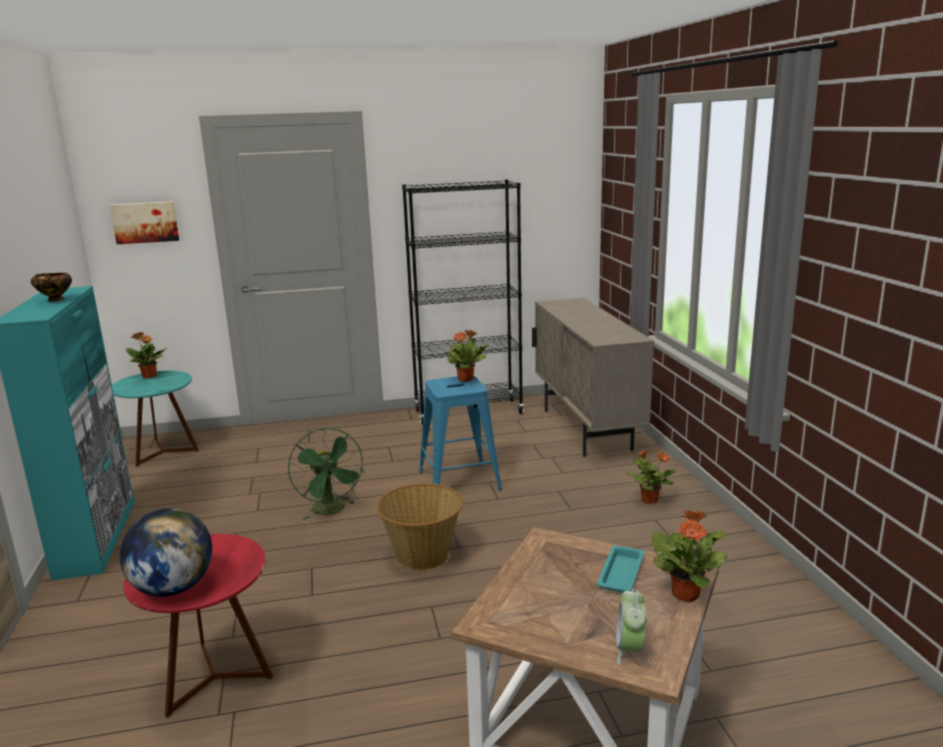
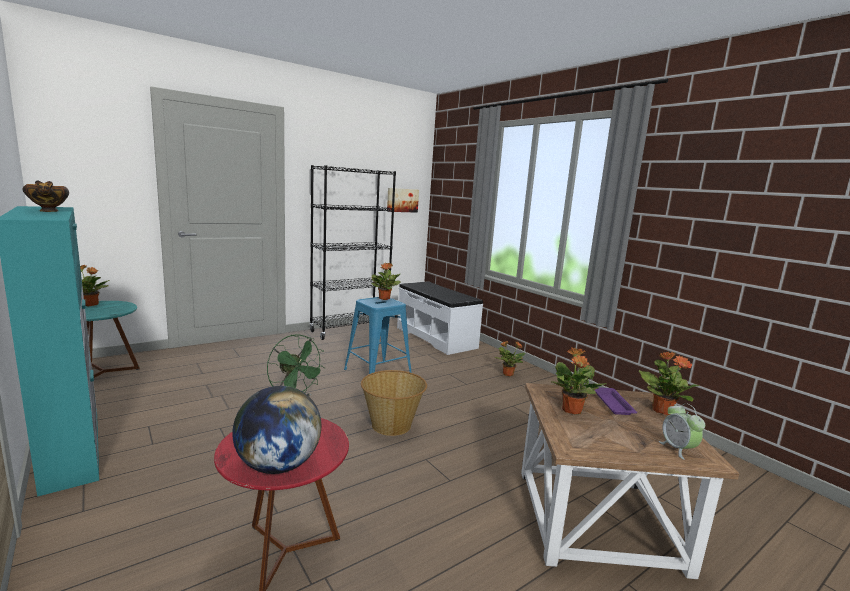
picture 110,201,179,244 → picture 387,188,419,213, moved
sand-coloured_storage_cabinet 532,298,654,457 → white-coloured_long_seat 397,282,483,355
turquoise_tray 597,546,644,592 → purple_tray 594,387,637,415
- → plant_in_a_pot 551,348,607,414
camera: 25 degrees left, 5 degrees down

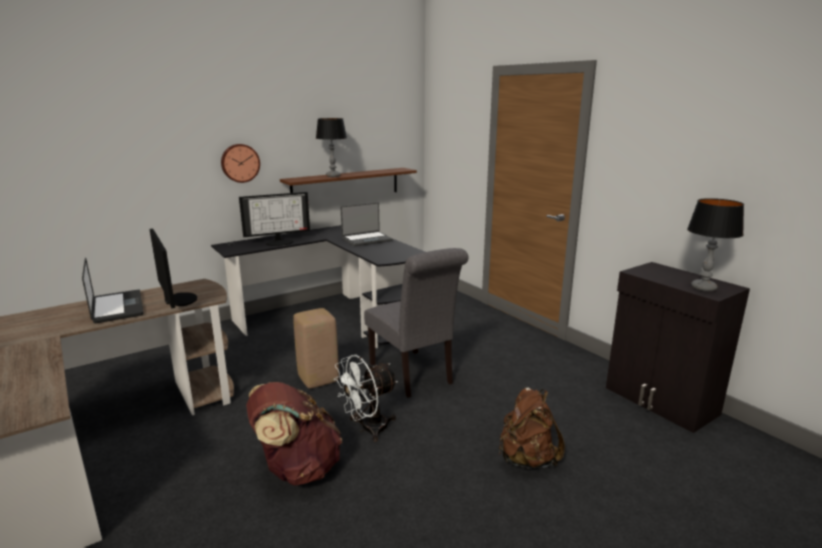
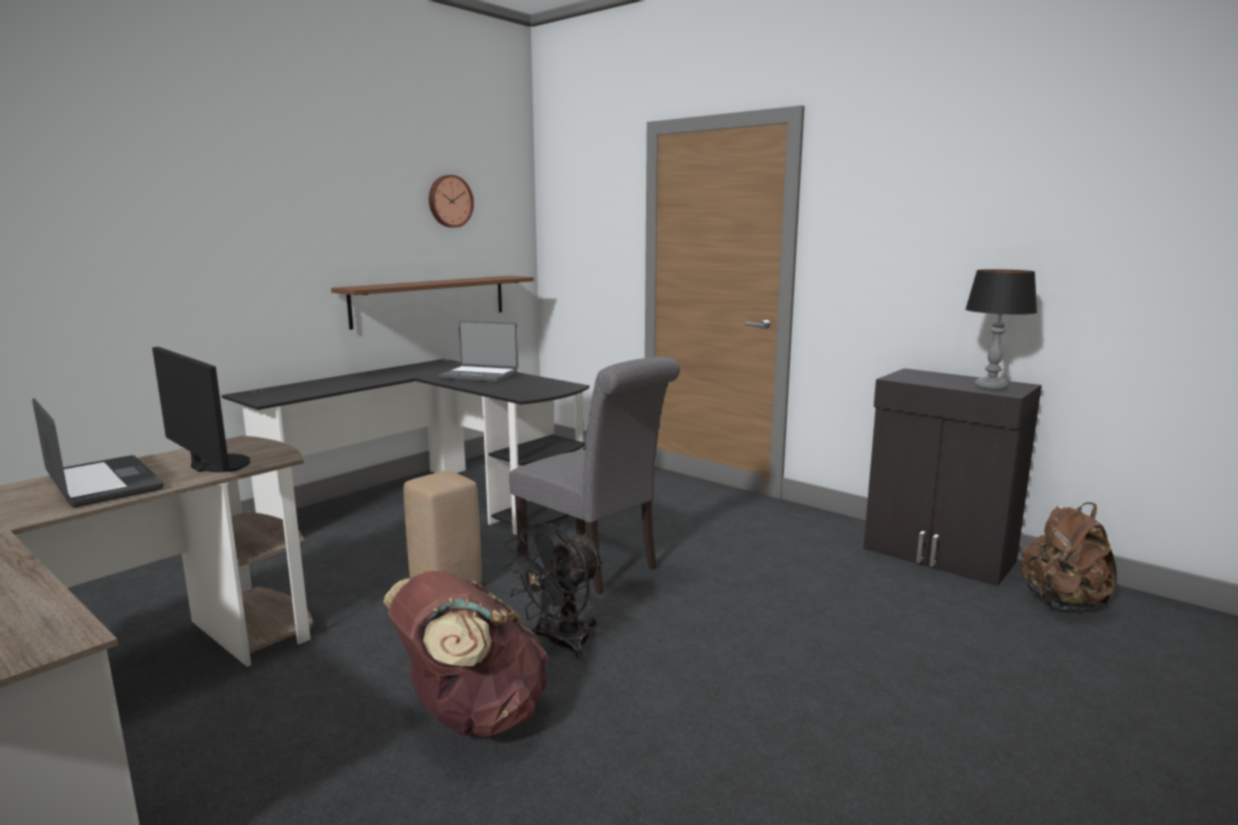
wall_clock 221,144,260,183 → wall_clock 429,175,474,228, moved
computer_screen 239,192,310,246 → -
tabletop_lamp 316,118,347,177 → -
white-coloured_fan 334,355,398,442 → blackish_fan 501,522,605,659
notebook_computer 340,202,393,246 → notebook_computer 439,320,518,382, 60 degrees clockwise
brownish_knapsack 499,387,565,469 → brownish_knapsack 1021,502,1117,610, moved
camera: 15 degrees left, 5 degrees down

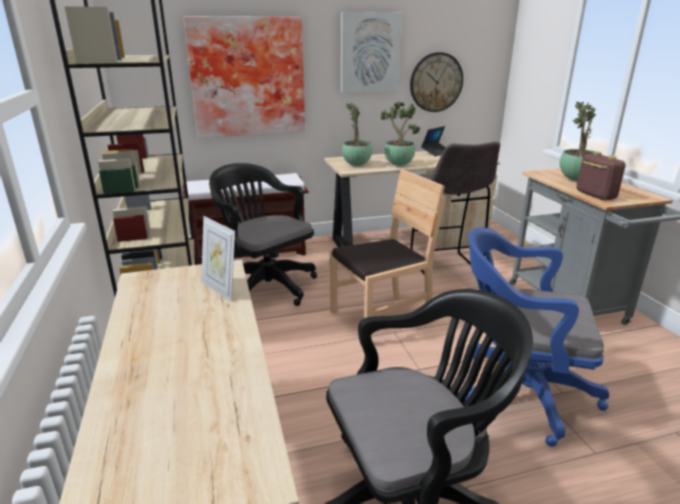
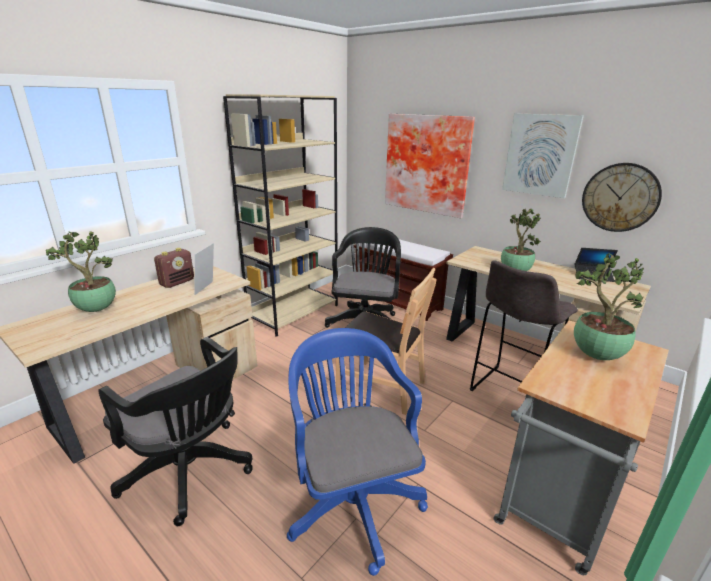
plant_in_a_pot 342,103,373,166 → plant_in_a_pot 46,232,116,312, moved
radio 577,151,625,200 → radio 154,248,194,288, moved
camera: 55 degrees right, 0 degrees up

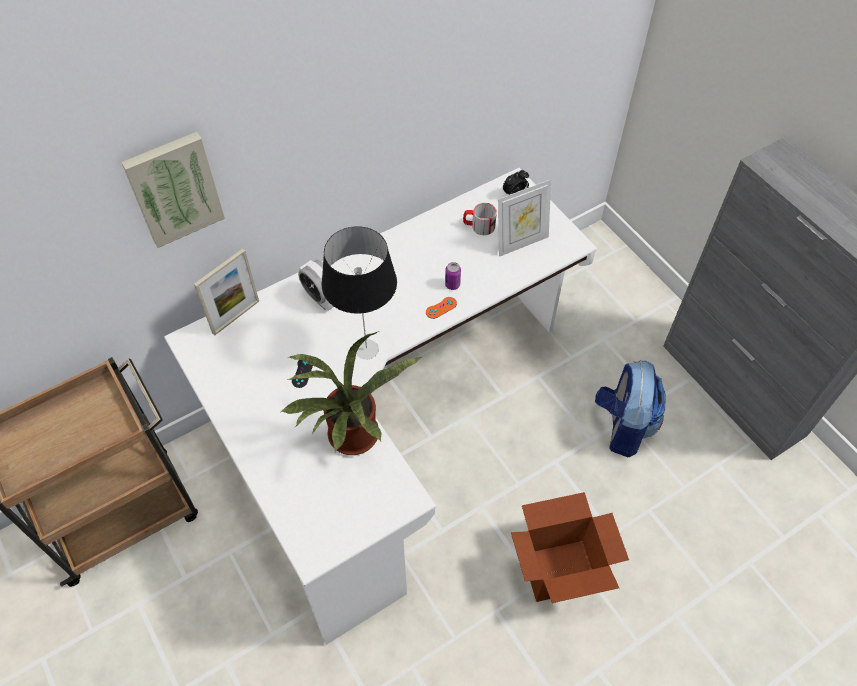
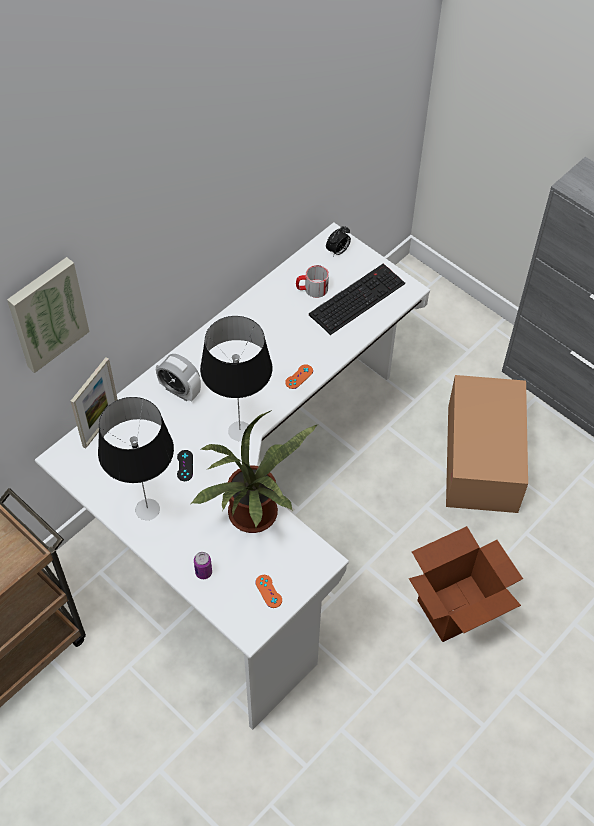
sealed_can 445,262,461,290 → sealed_can 194,552,212,579, moved
picture_frame 498,179,551,257 → keyboard 309,263,405,335
knapsack 595,360,666,457 → carton 446,375,528,513
- → tabletop_lamp 98,397,174,520
- → orange_joypad 256,575,282,608
camera: 15 degrees left, 0 degrees up

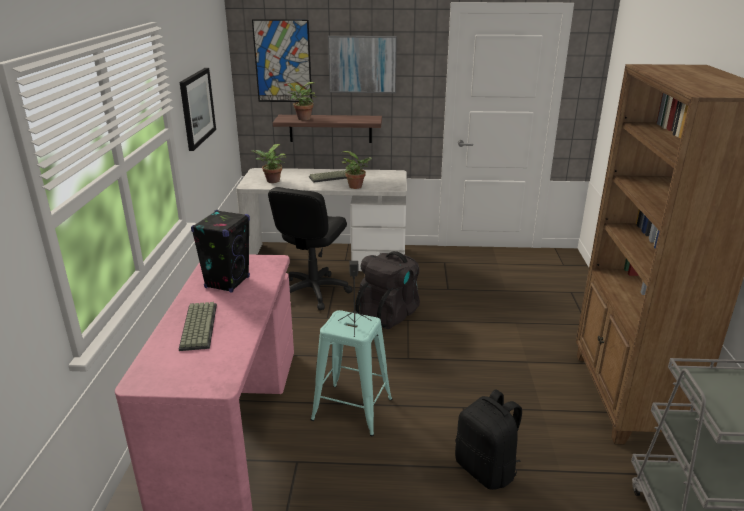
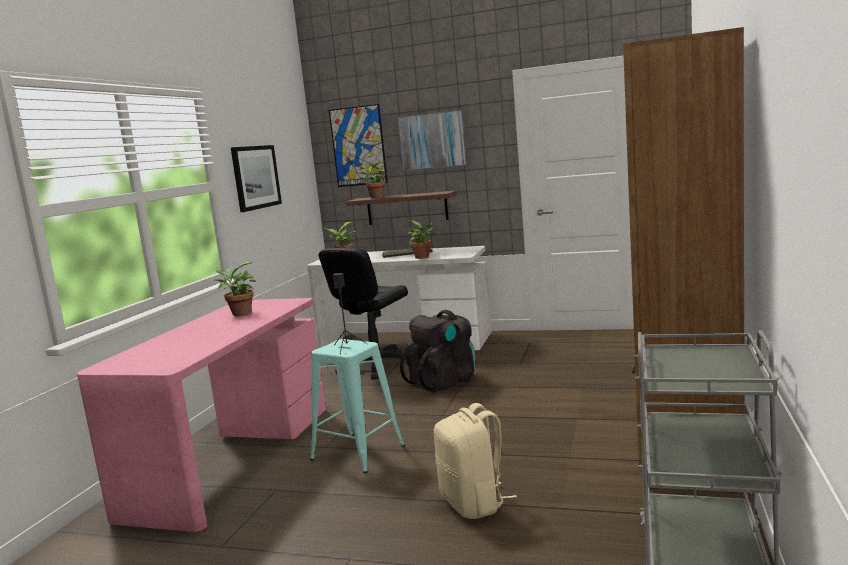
keyboard 179,302,217,351 → -
blackish_loudspeaker 191,210,250,293 → plant_in_a_pot 213,262,256,316
blackish_knapsack 455,390,522,490 → sand-coloured_knapsack 434,403,517,519
camera: 15 degrees right, 15 degrees down

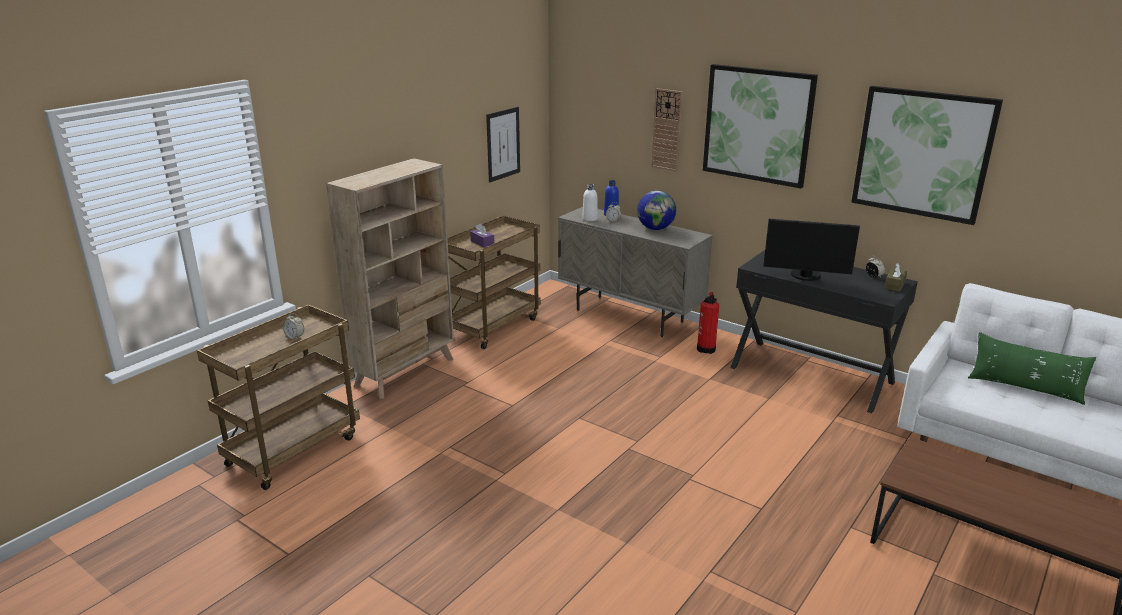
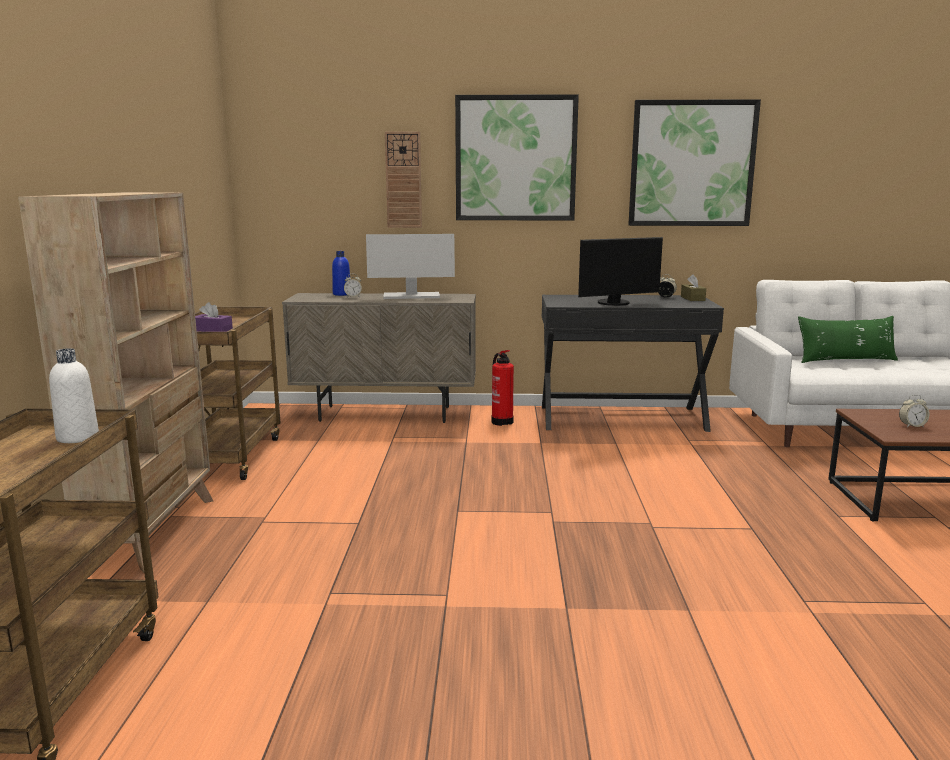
alarm_clock 283,313,304,340 → alarm_clock 899,395,930,427, moved
picture 486,107,520,182 → -
white-coloured_drink_bottle 582,184,598,221 → white-coloured_drink_bottle 49,348,99,443, moved
world_globe 637,191,676,230 → computer_screen 366,234,455,299
camera: 35 degrees left, 10 degrees down

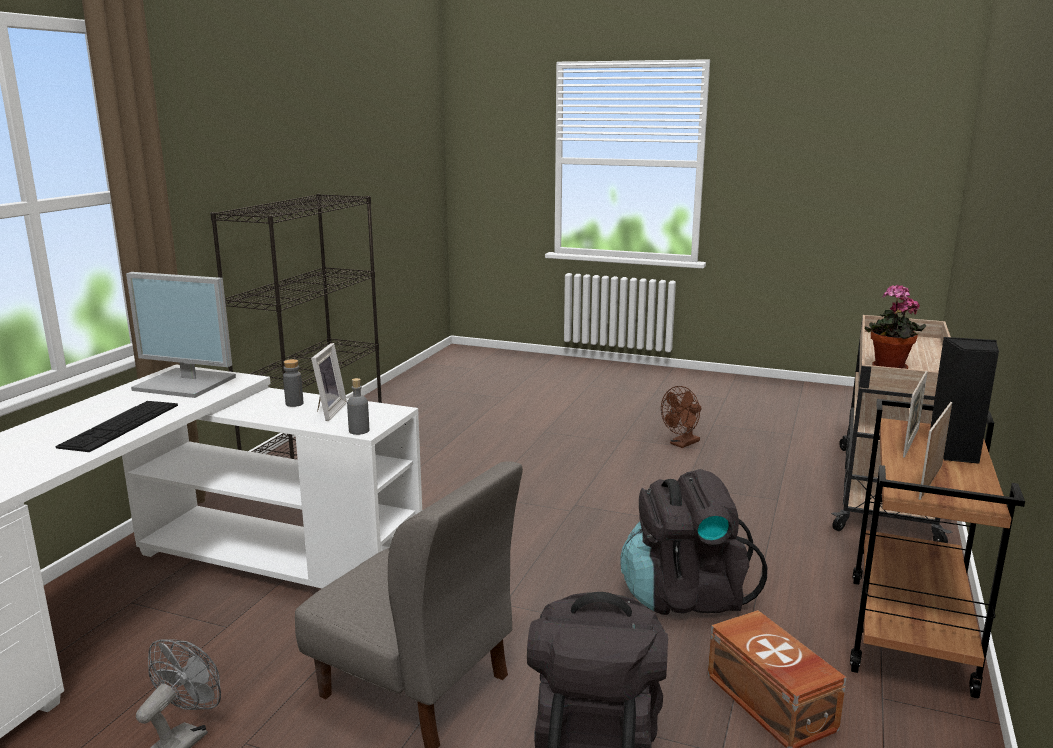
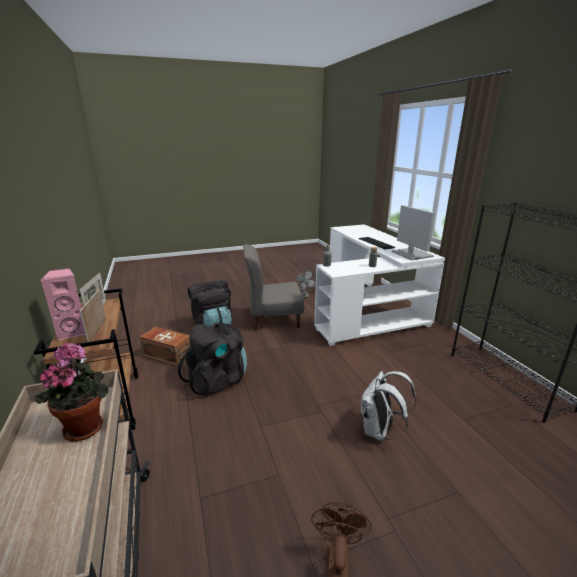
computer_screen 126,272,236,398 → computer_screen 392,205,435,260, 90 degrees clockwise
picture_frame 311,343,347,421 → -
blackish_loudspeaker 930,337,999,464 → pink_loudspeaker 40,268,86,340
- → white-coloured_knapsack 361,371,416,441
camera: 140 degrees right, 5 degrees up

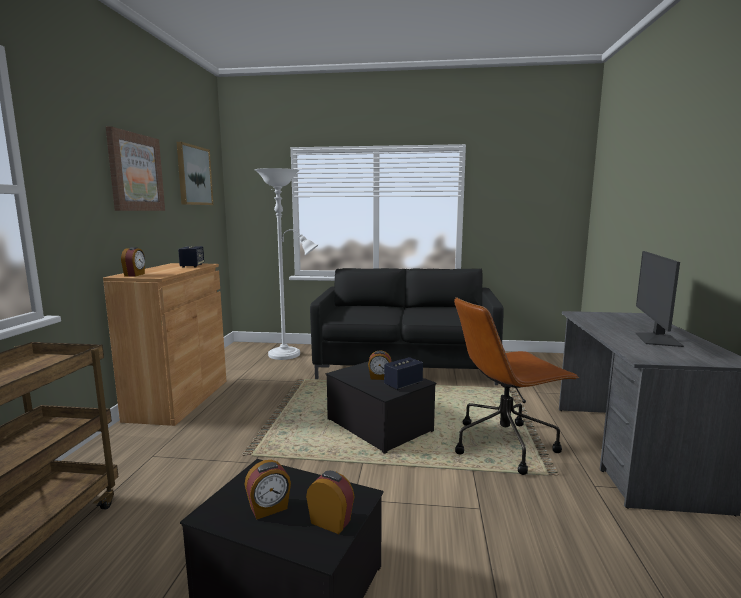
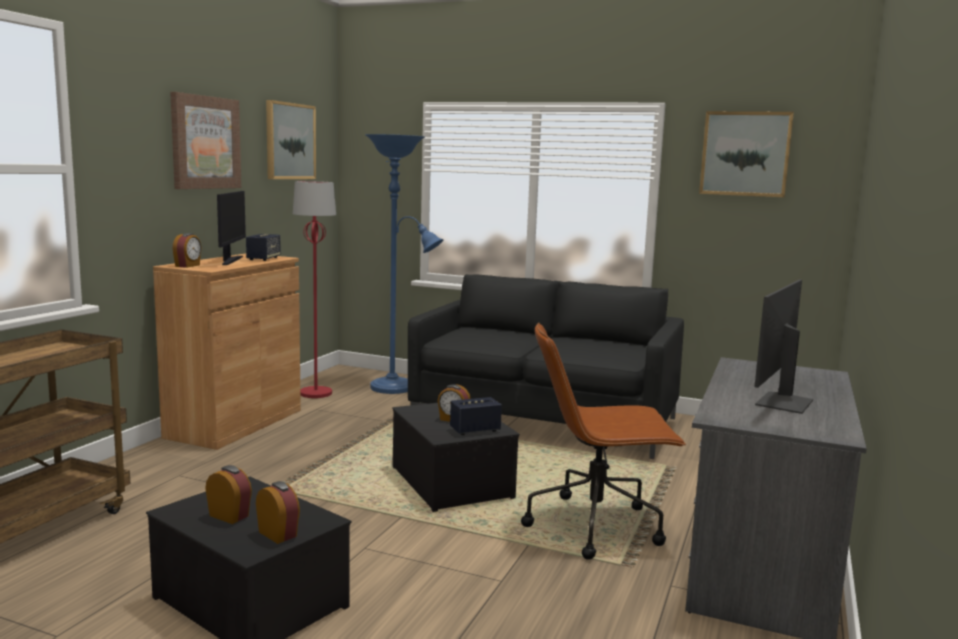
alarm_clock 244,460,291,520 → alarm_clock 205,465,252,524, 135 degrees counterclockwise
white-coloured_floor_lamp 255,168,318,360 → blue-coloured_floor_lamp 365,134,444,394
- → computer_screen 217,191,246,265
- → reddish_floor_lamp 293,181,336,398
- → picture 699,111,794,197
camera: 15 degrees right, 0 degrees up

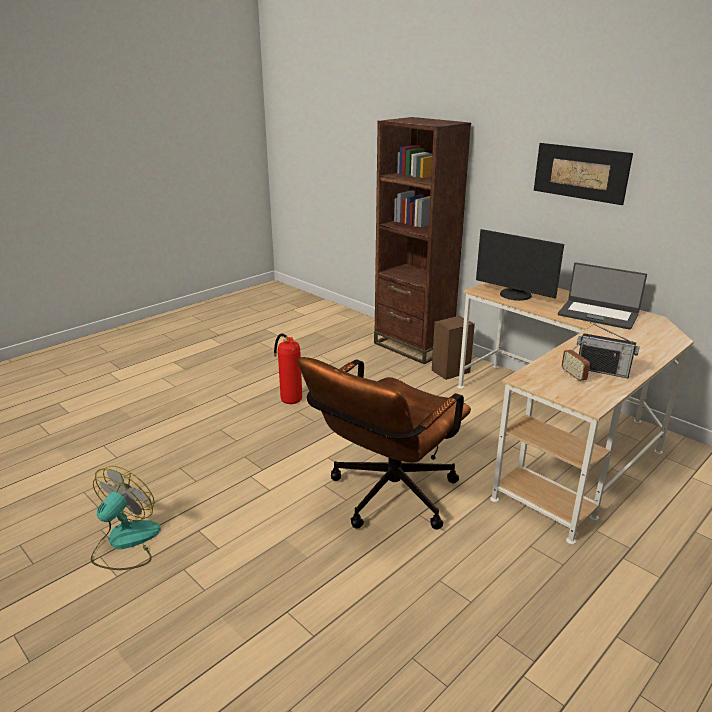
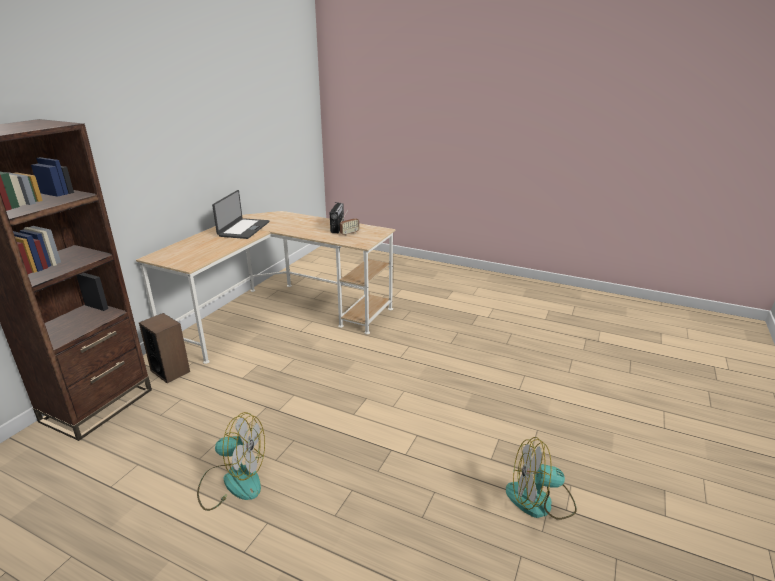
fire_extinguisher 274,334,302,404 → fan 197,412,265,511
brownish_desk_chair 298,357,471,530 → -
computer_screen 476,229,564,301 → -
picture 534,143,633,205 → -
camera: 110 degrees left, 0 degrees up

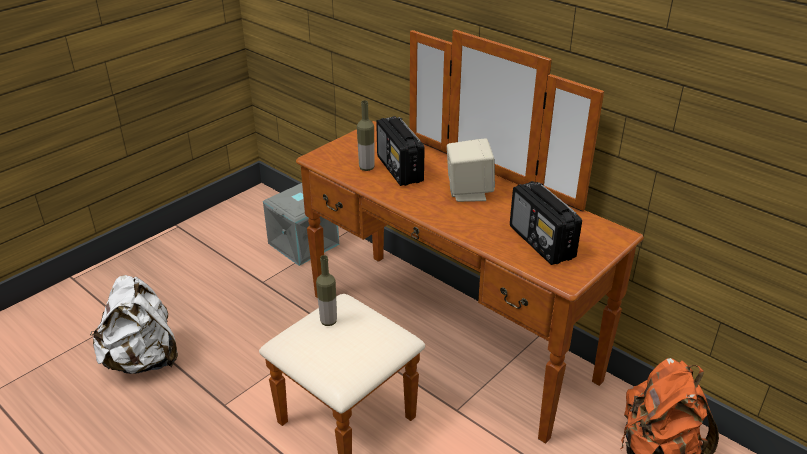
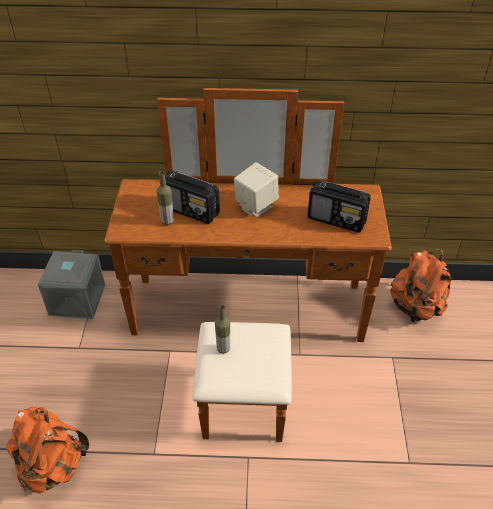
white-coloured_knapsack 90,275,178,374 → orange_knapsack 6,407,89,494
camera: 40 degrees left, 10 degrees up

